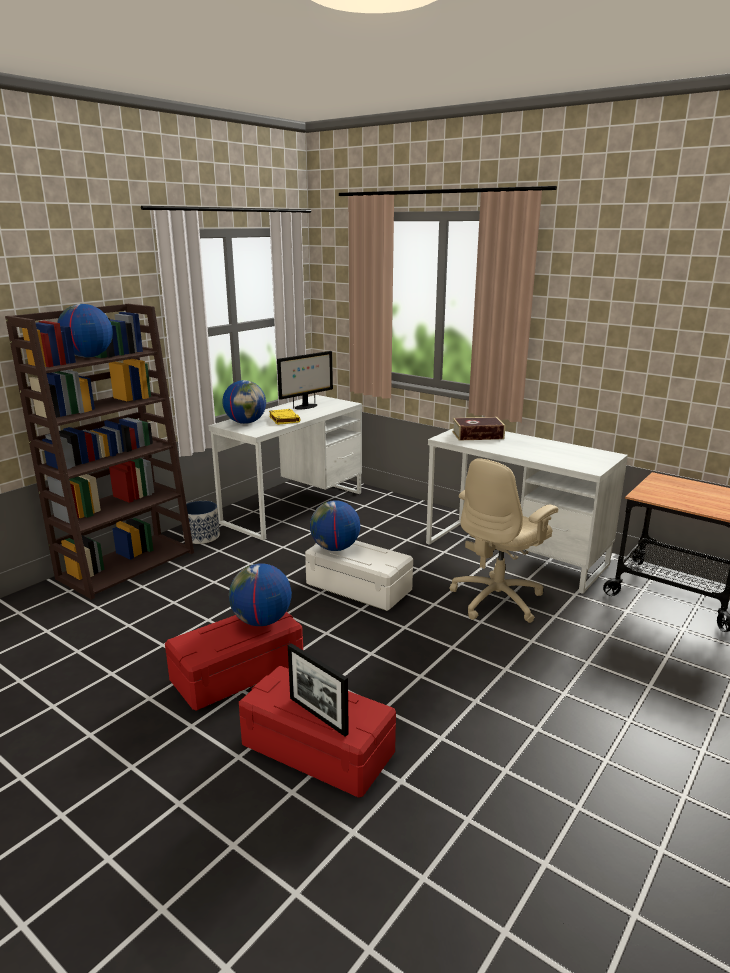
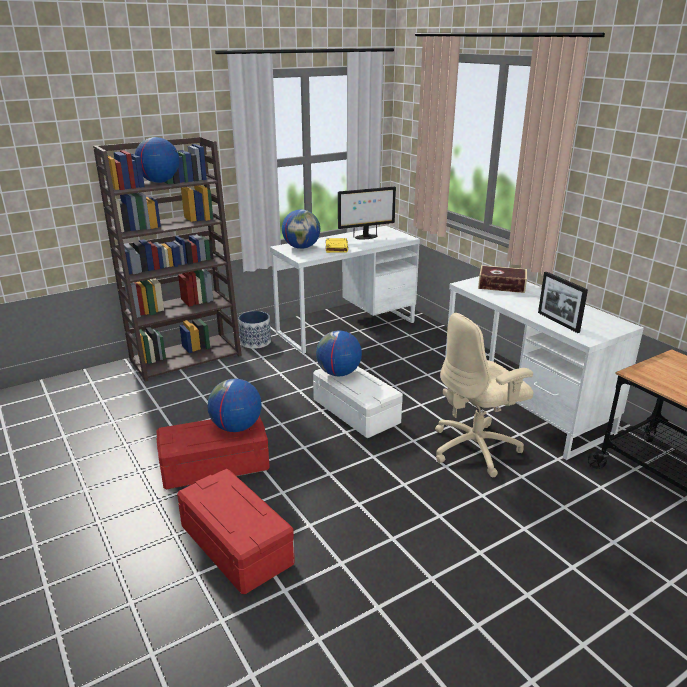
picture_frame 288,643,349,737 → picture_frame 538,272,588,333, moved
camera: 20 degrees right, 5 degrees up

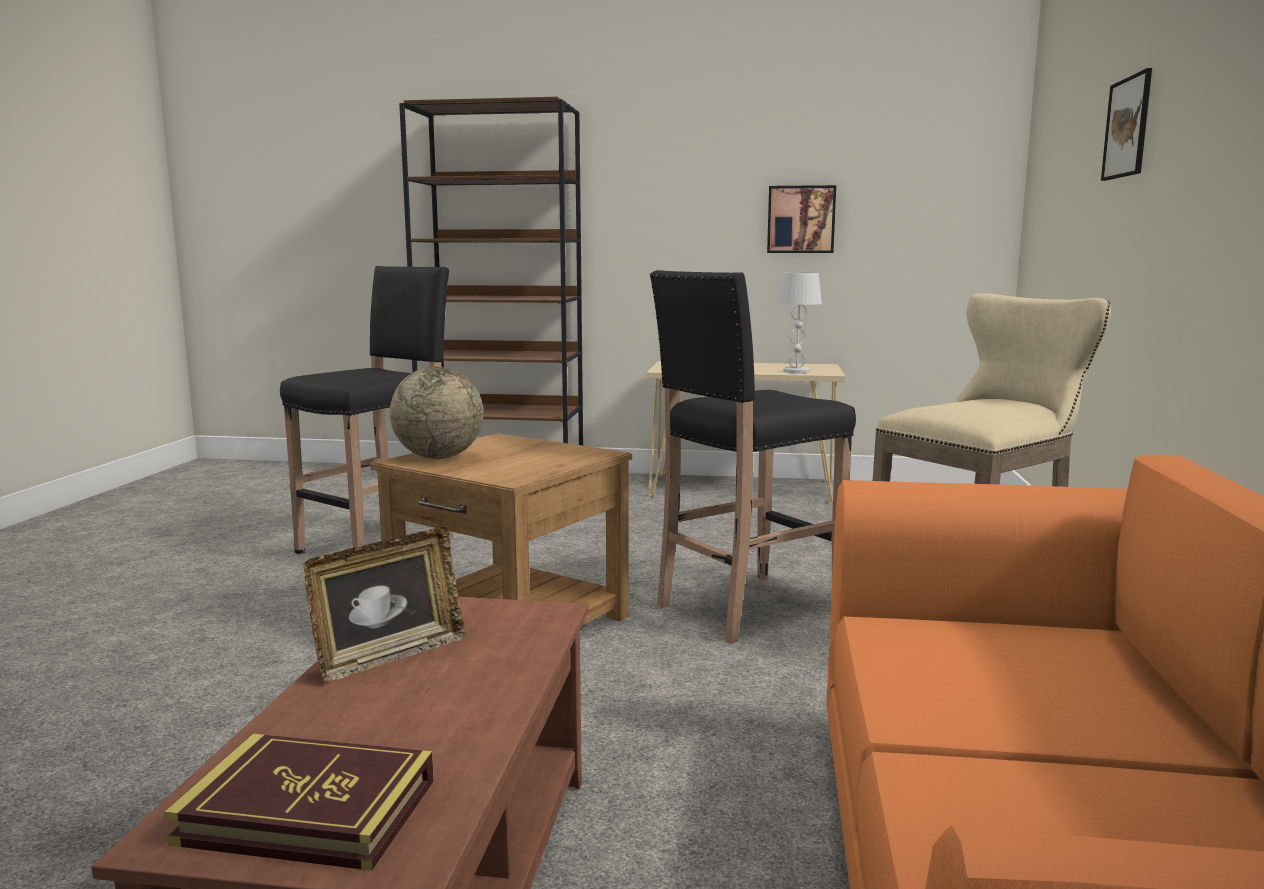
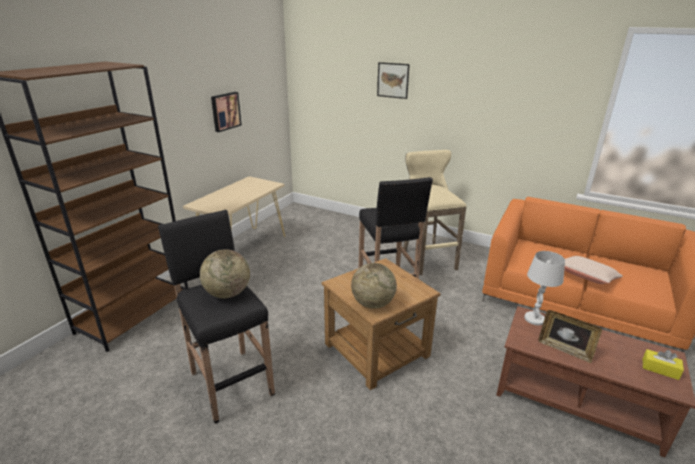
book 164,734,434,871 → yellowish_box_of_tissues 643,349,684,380
picture_frame 303,527,467,681 → picture_frame 538,310,602,363, 150 degrees clockwise
white-coloured_tabletop_lamp 777,272,822,373 → white-coloured_tabletop_lamp 524,251,565,325, moved
- → world_globe 200,249,250,298
- → sand-coloured_pillow 564,256,623,284
camera: 70 degrees left, 15 degrees up

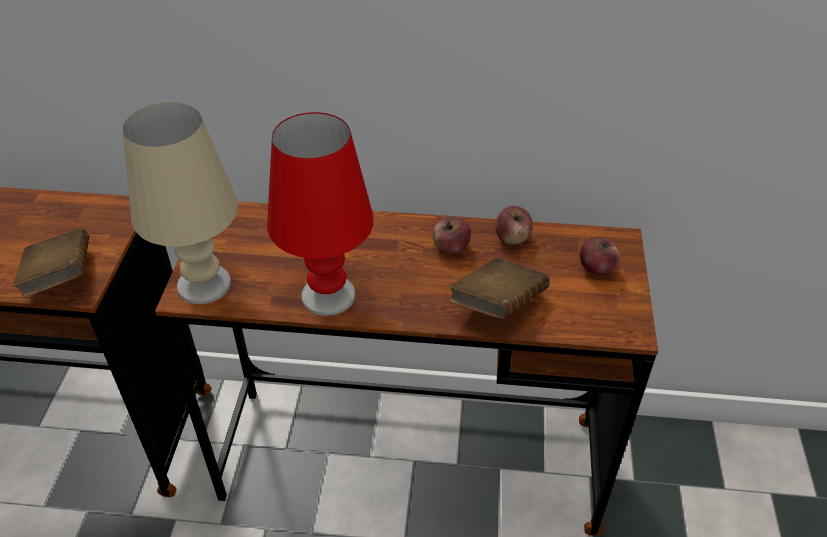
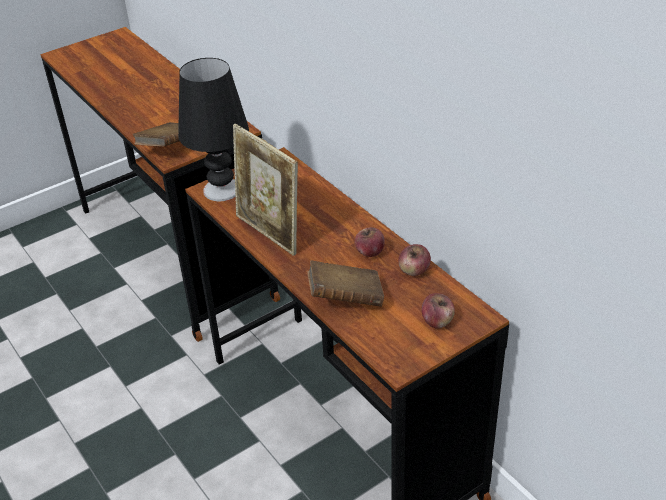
sand-coloured_tabletop_lamp 123,102,238,304 → blackish_tabletop_lamp 178,58,249,201
reddish_tabletop_lamp 267,112,374,316 → picture_frame 233,124,298,256
camera: 50 degrees right, 5 degrees down

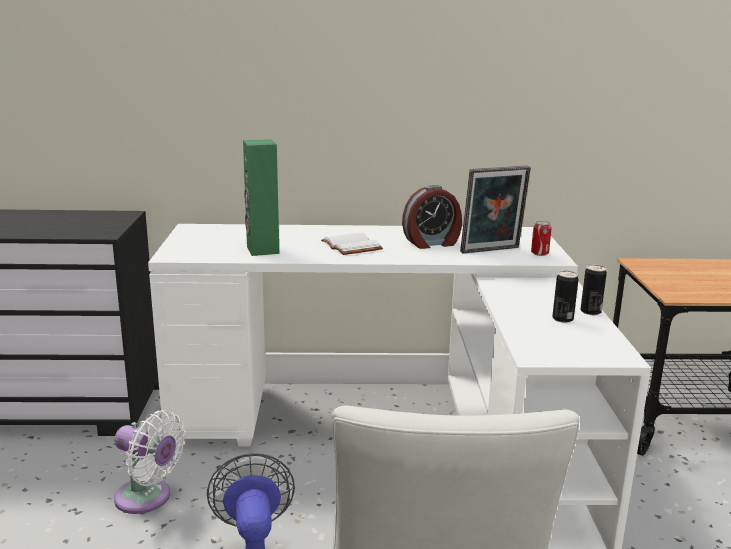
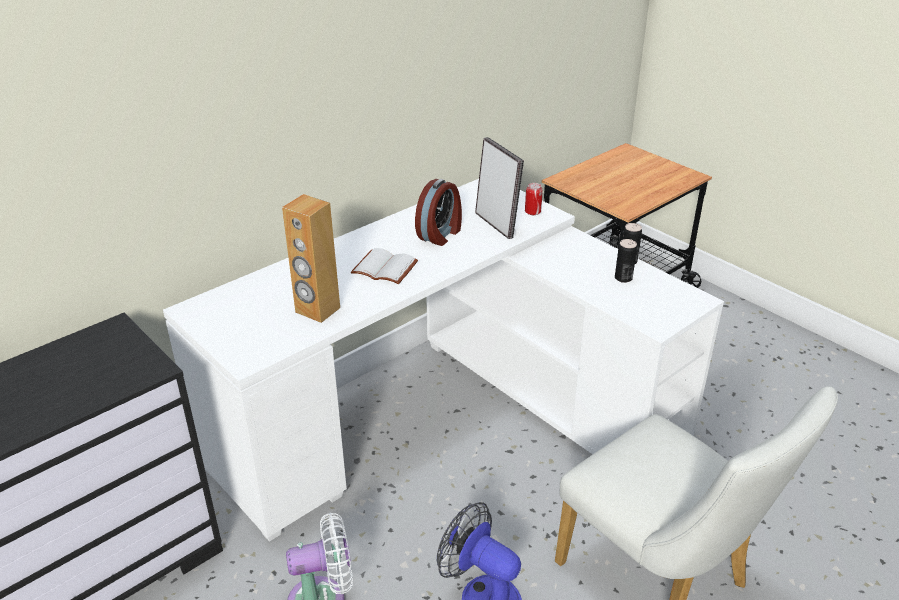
greenish_loudspeaker 243,139,279,256 → brownish_loudspeaker 282,194,340,323
picture_frame 460,166,531,254 → picture_frame 475,137,524,239, 60 degrees counterclockwise
camera: 40 degrees left, 15 degrees up

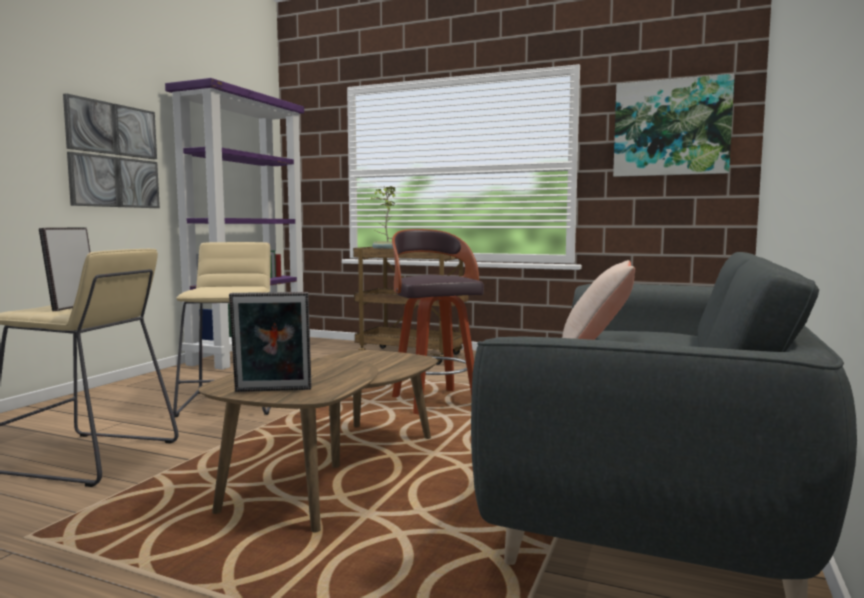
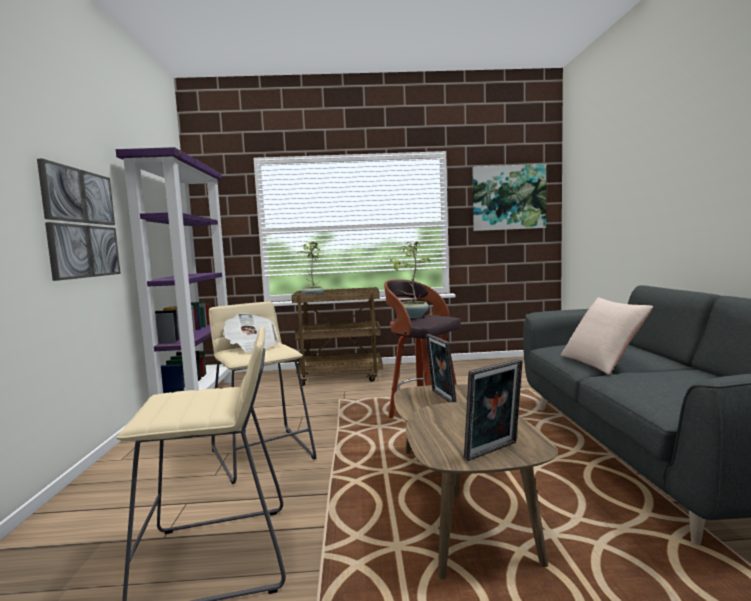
picture_frame 39,228,91,311 → picture_frame 426,334,457,402, moved
- → daily_paper 223,313,278,353
- → plant_in_a_pot 390,242,431,318
camera: 25 degrees left, 0 degrees up

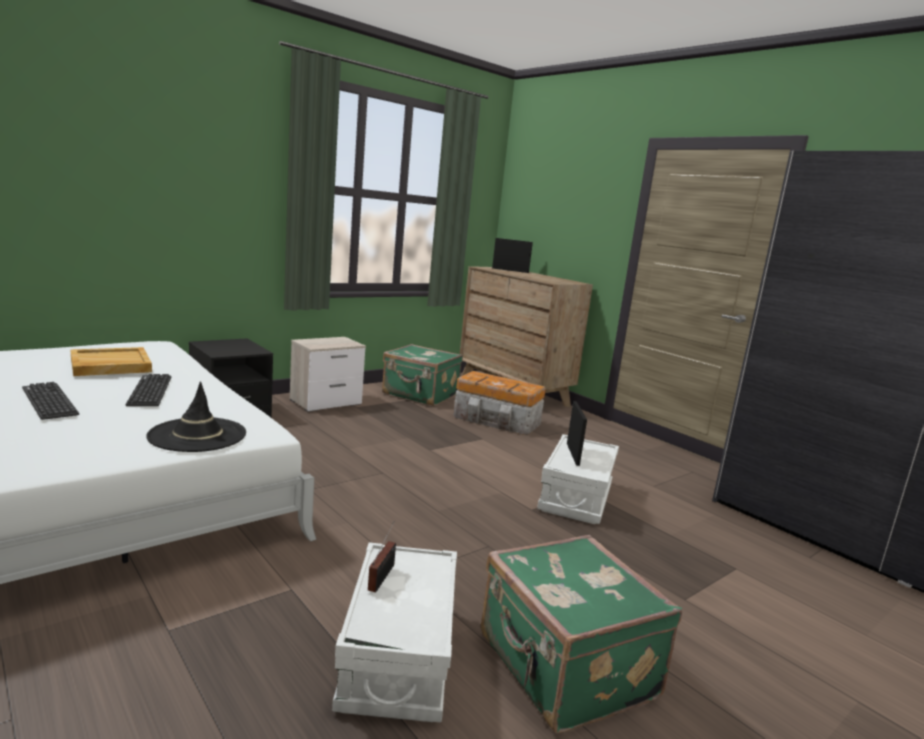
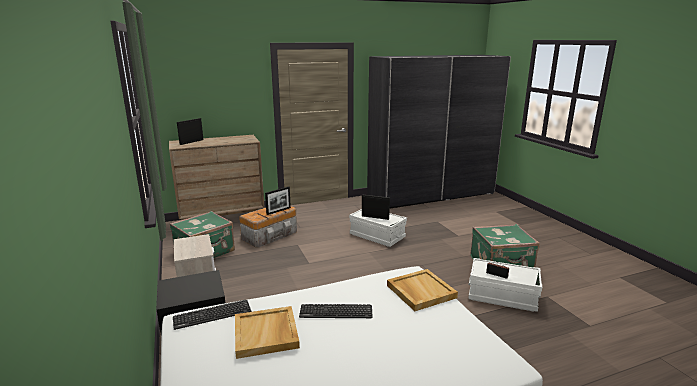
keyboard 22,382,79,420 → keyboard 173,300,251,330, moved
blackish_wearable_hat 146,381,246,452 → sand-coloured_tray 387,269,458,311
- → picture_frame 265,186,291,215
camera: 70 degrees left, 5 degrees up

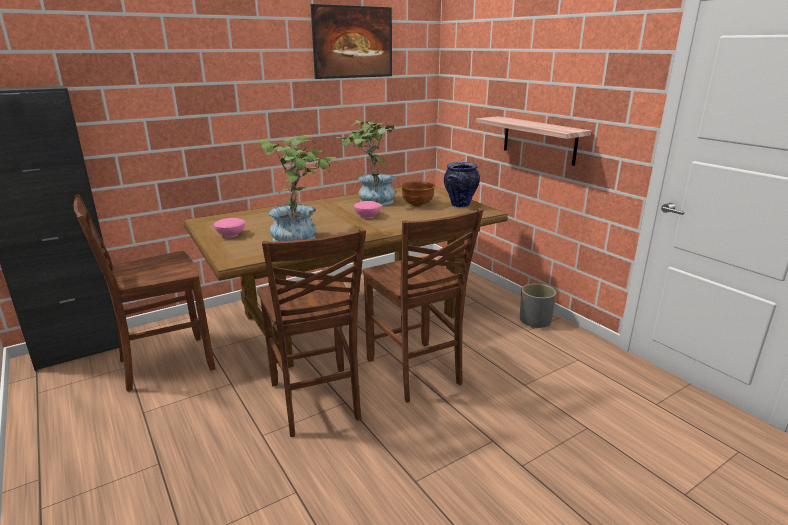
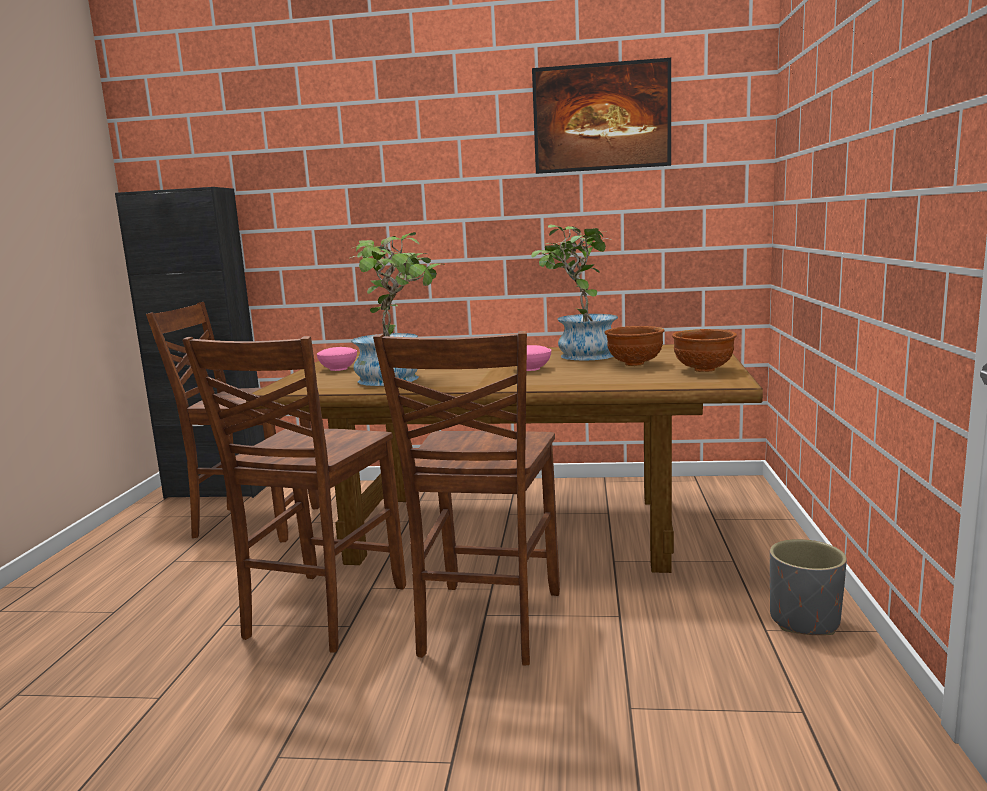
decorative_vase 444,162,480,207 → brownish_serving_bowl 672,329,737,372
shelf 476,116,591,166 → -
camera: 40 degrees right, 10 degrees down

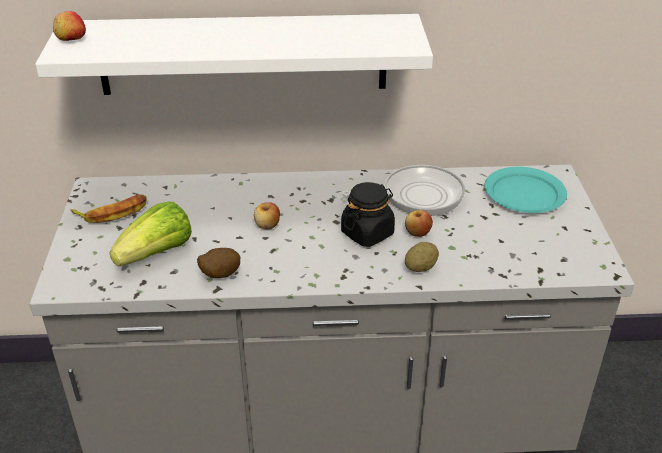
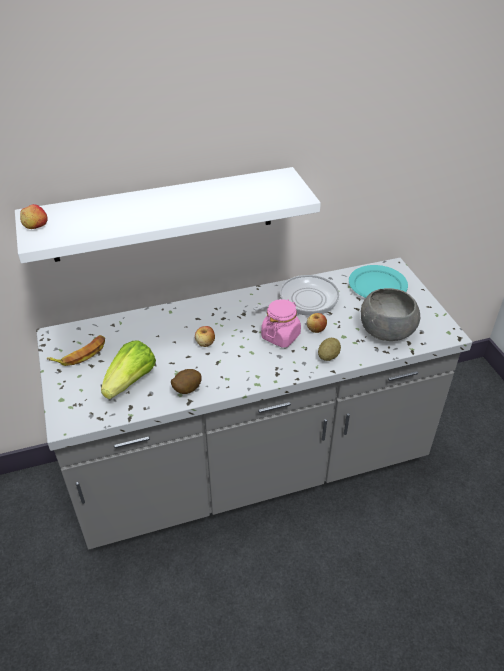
blackish_storage_jar 341,182,395,247 → pink_storage_jar 261,299,301,348
- → grey_serving_bowl 361,288,420,341
camera: 15 degrees left, 5 degrees up

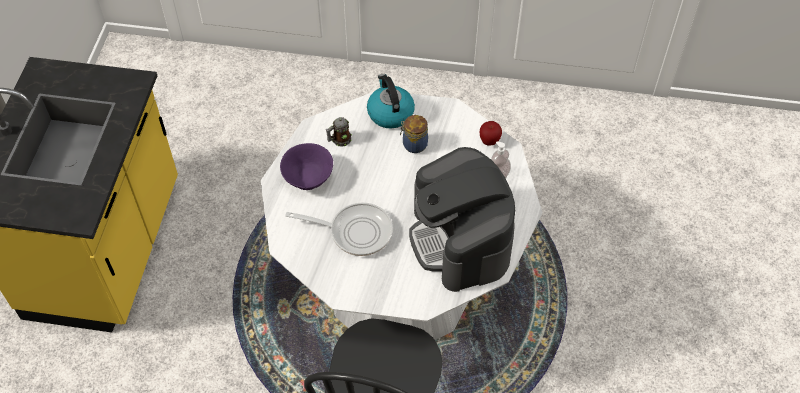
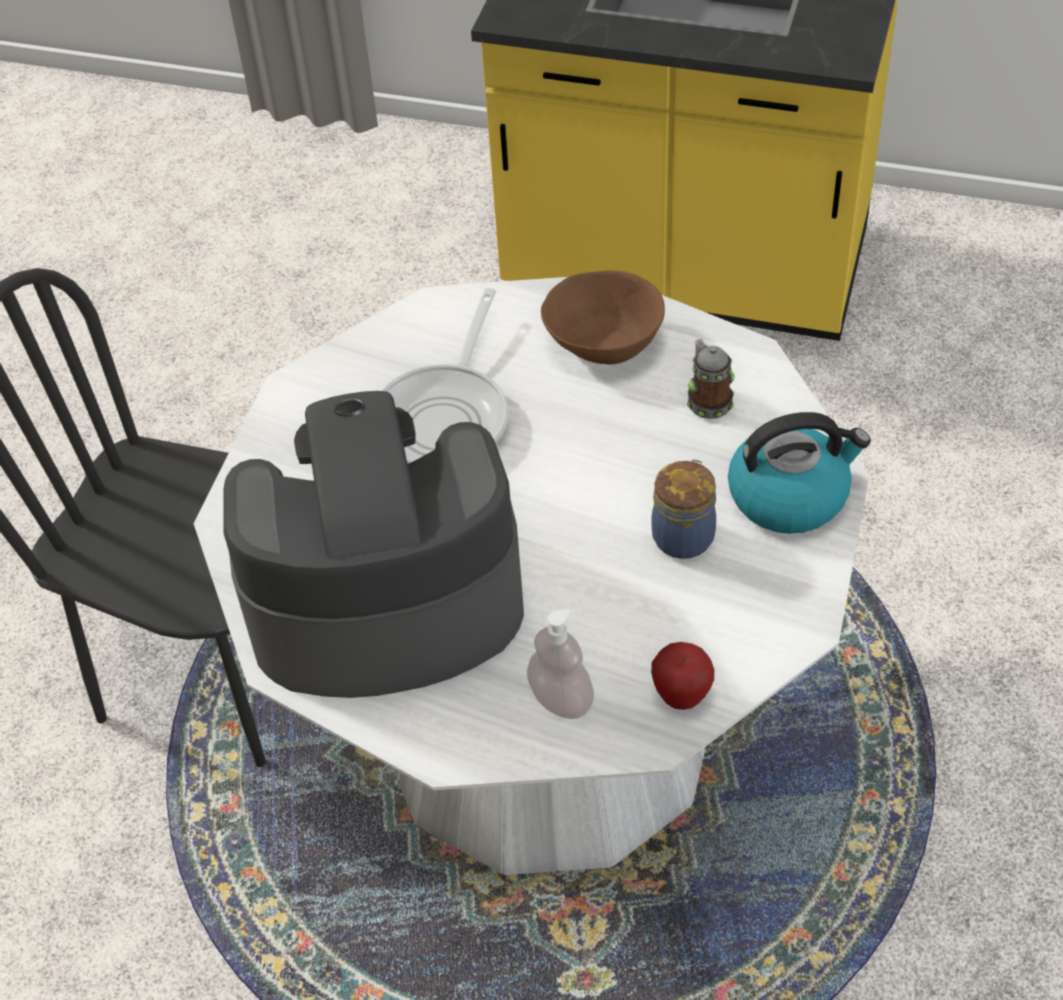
purple_serving_bowl 280,143,333,190 → brownish_serving_bowl 541,270,665,364
camera: 100 degrees right, 5 degrees down

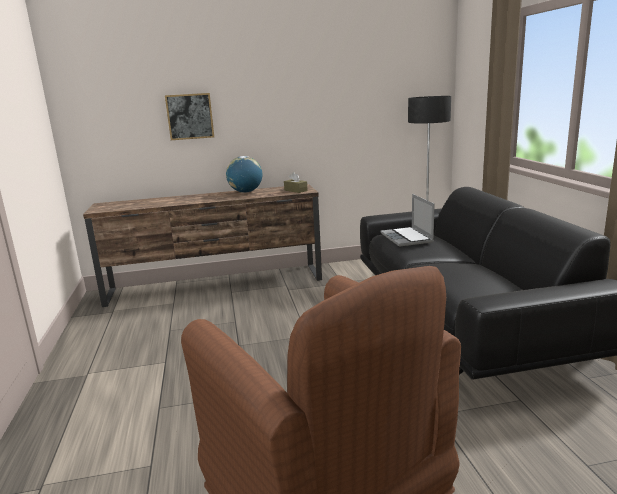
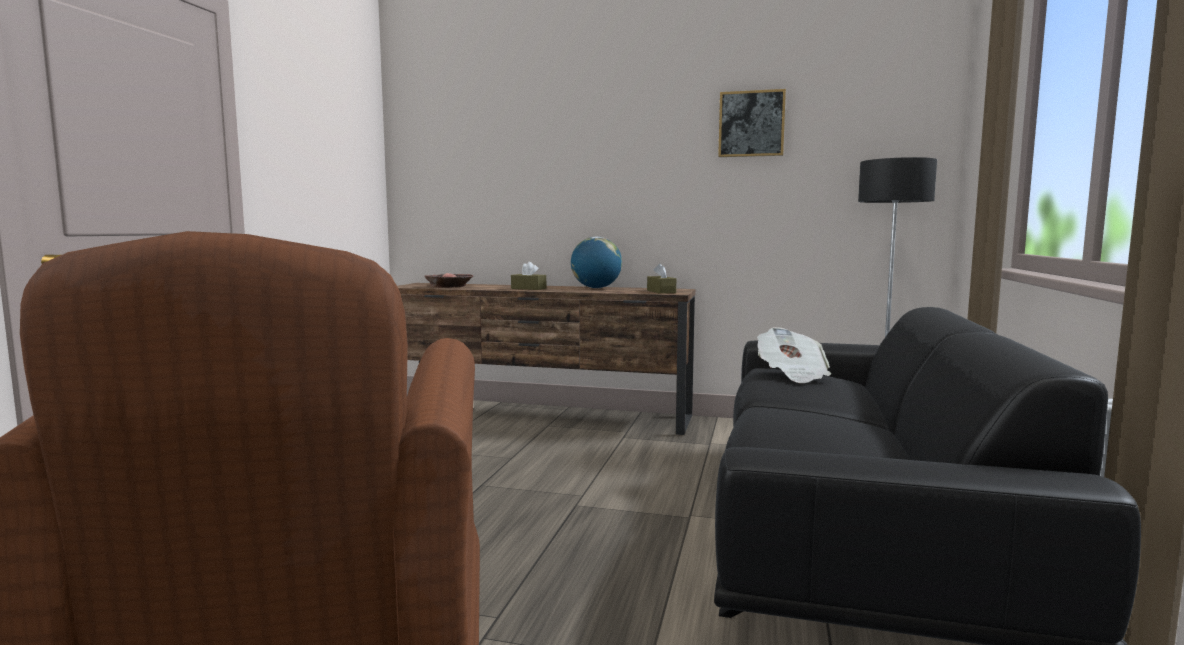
picture 165,93,214,140 → picture 718,89,786,157, moved
notebook_computer 381,194,435,247 → daily_paper 757,327,831,383
- → serving_bowl 424,273,474,288
- → brownish_box_of_tissues 511,262,546,290
camera: 25 degrees right, 10 degrees down

